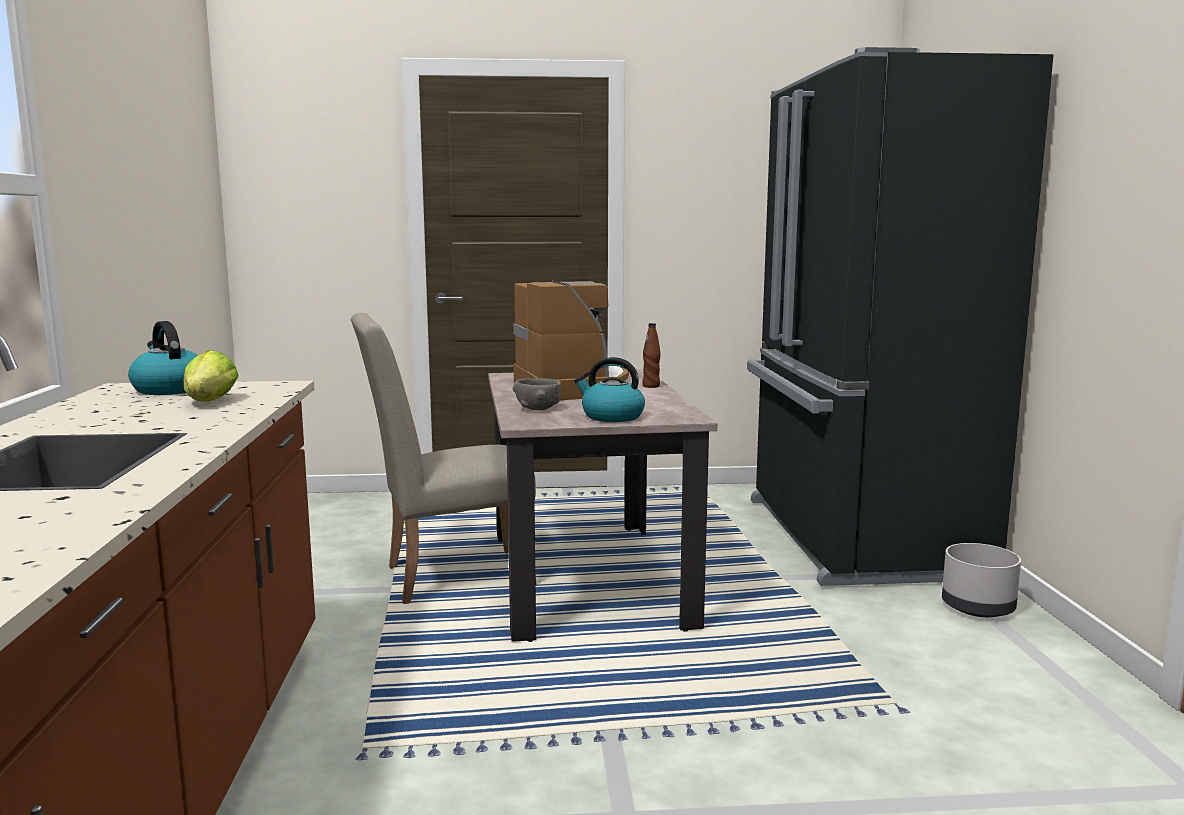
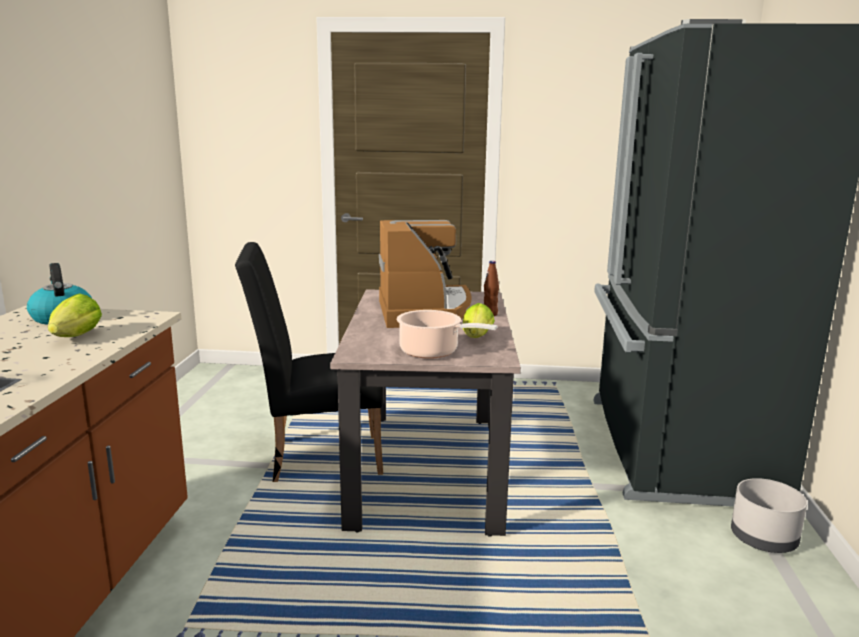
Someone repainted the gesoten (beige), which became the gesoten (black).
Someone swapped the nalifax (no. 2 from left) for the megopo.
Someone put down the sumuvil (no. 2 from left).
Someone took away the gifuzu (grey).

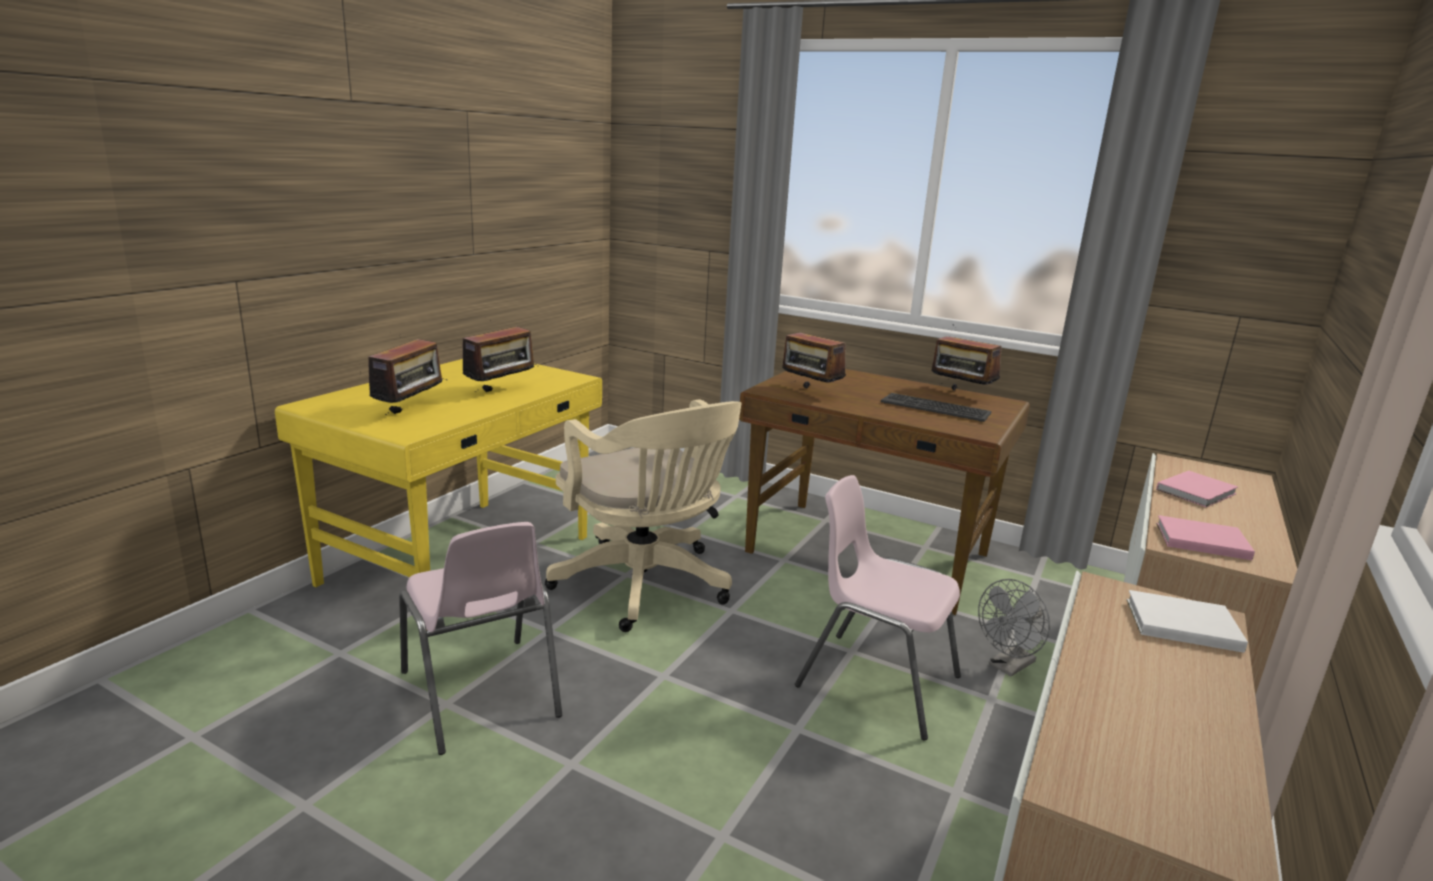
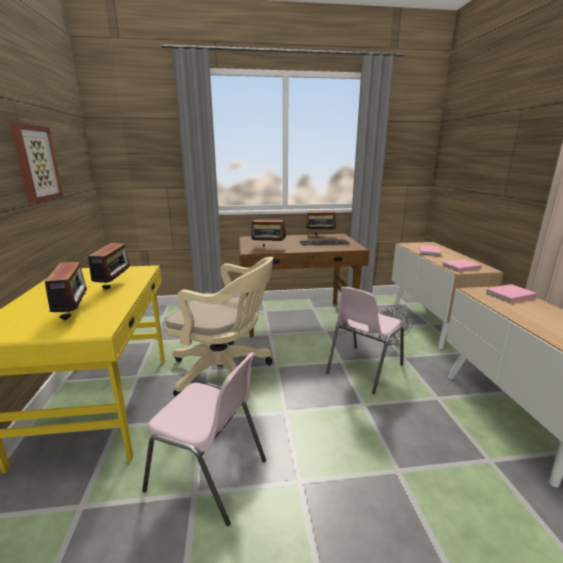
Someone put up the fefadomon.
Someone rotated the gesoten (pink) (no. 2 from left) by 45 degrees counterclockwise.
Someone repainted the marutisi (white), which became the marutisi (pink) (no. 3 from left).

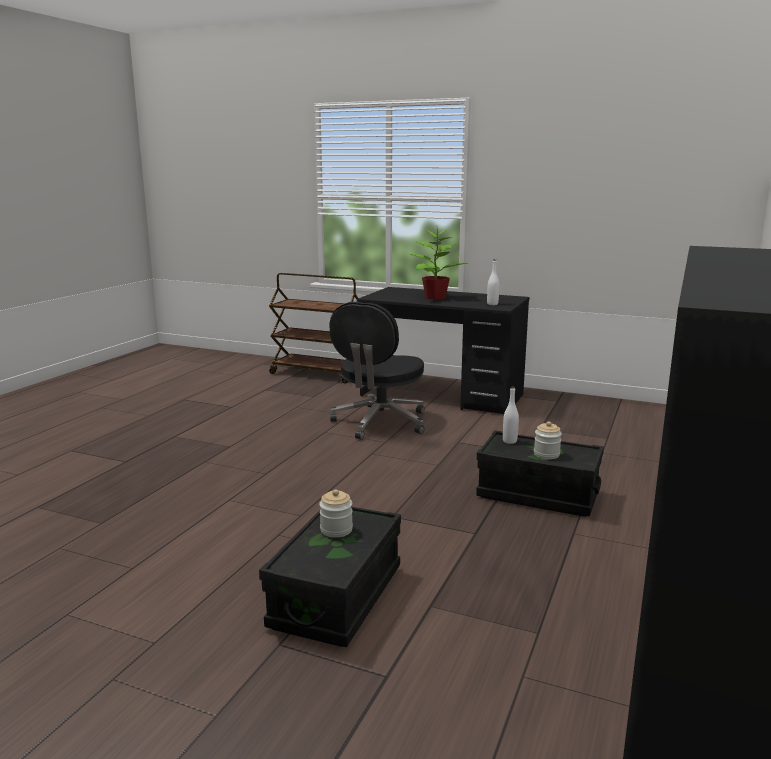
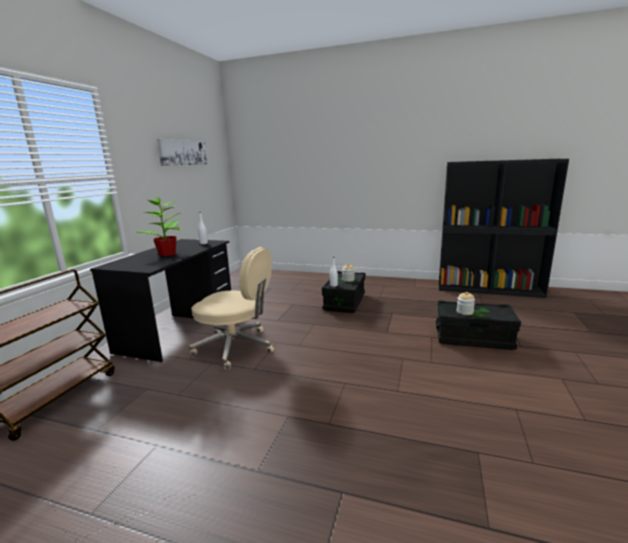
Someone put up the fefadomon.
Someone repainted the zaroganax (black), which became the zaroganax (beige).

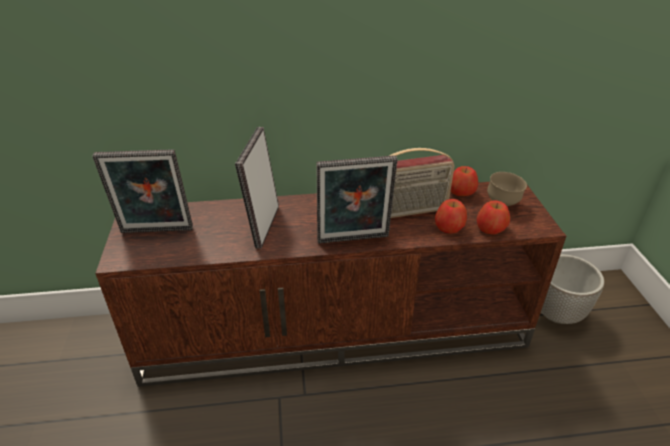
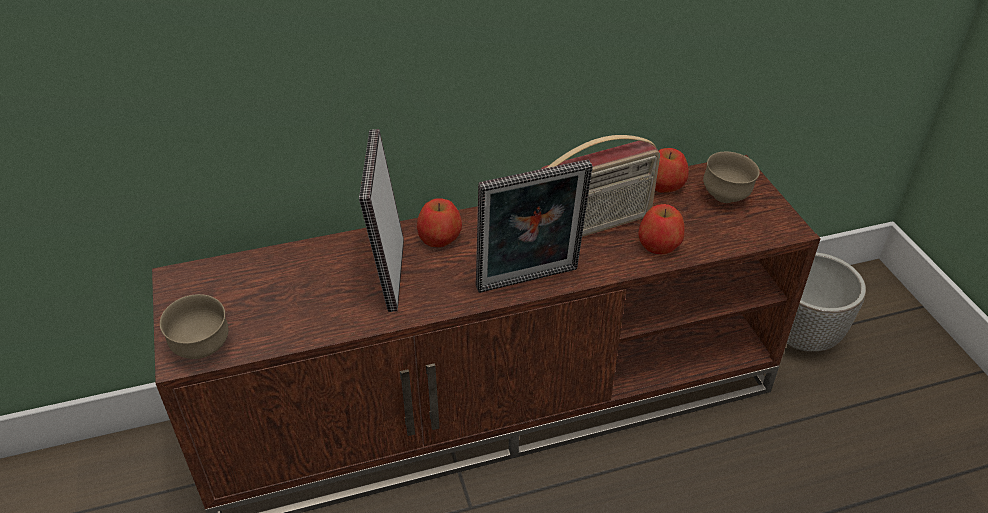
Someone put down the gifuzu (brown) (no. 1 from left).
Someone carried the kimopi (no. 3 from left in the first image).
Someone took away the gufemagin (no. 1 from left).

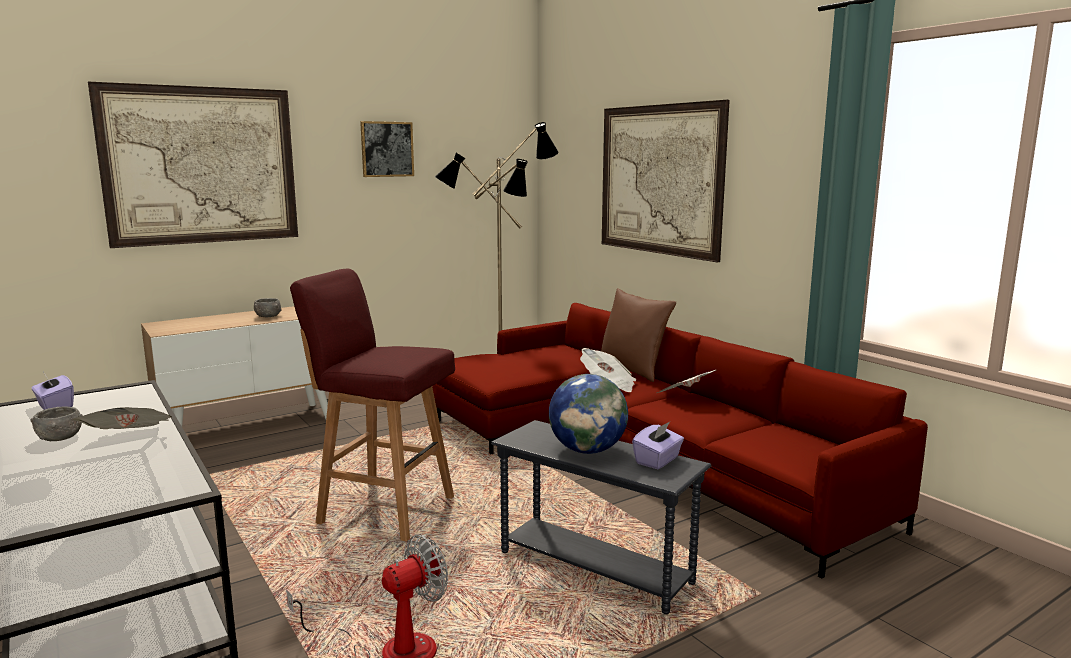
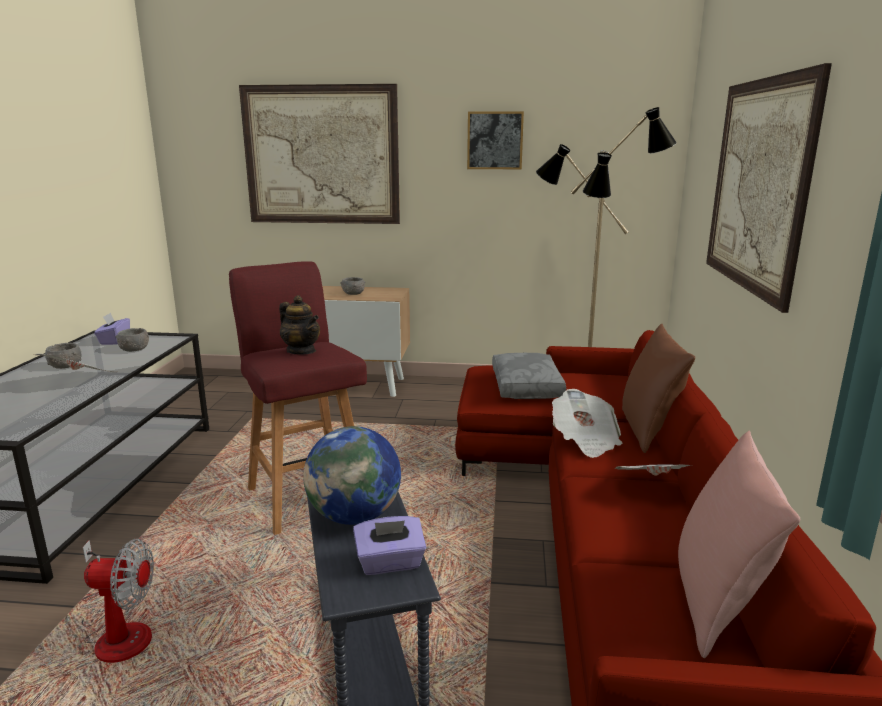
Someone put down the gifuzu (grey) (no. 2 from left).
Someone put down the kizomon.
Someone put down the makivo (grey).
Someone put down the makivo (pink).

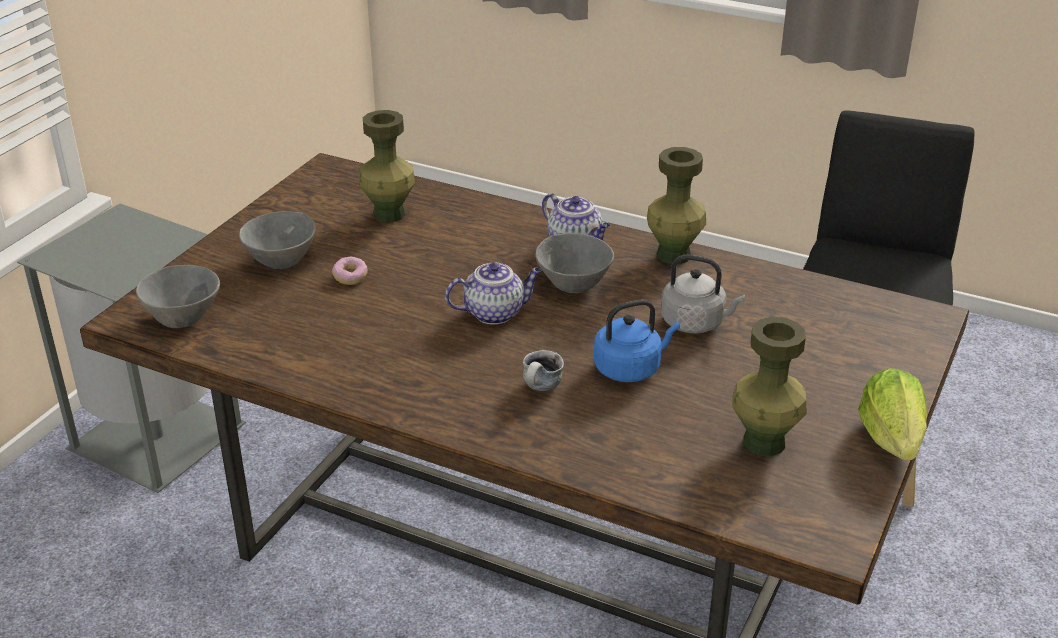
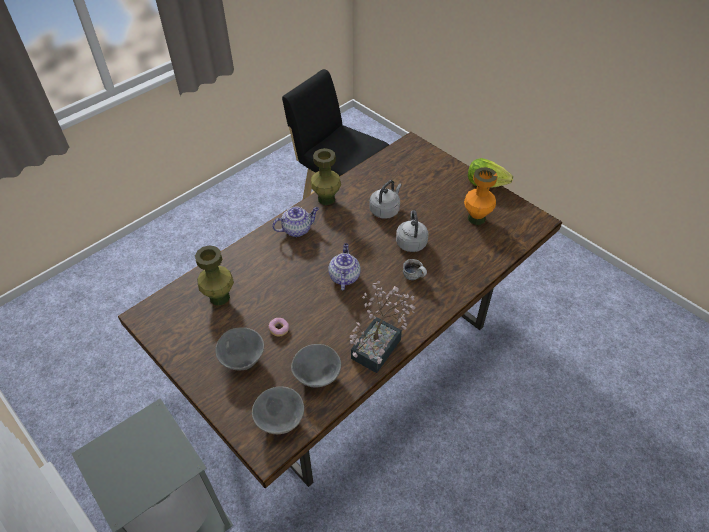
Someone carried the gifuzu (grey) (no. 3 from left).
Someone put down the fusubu.
Someone repainted the nalifax (blue), which became the nalifax (grey) (no. 2 from left).
Someone repainted the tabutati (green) (no. 3 from left), which became the tabutati (orange).

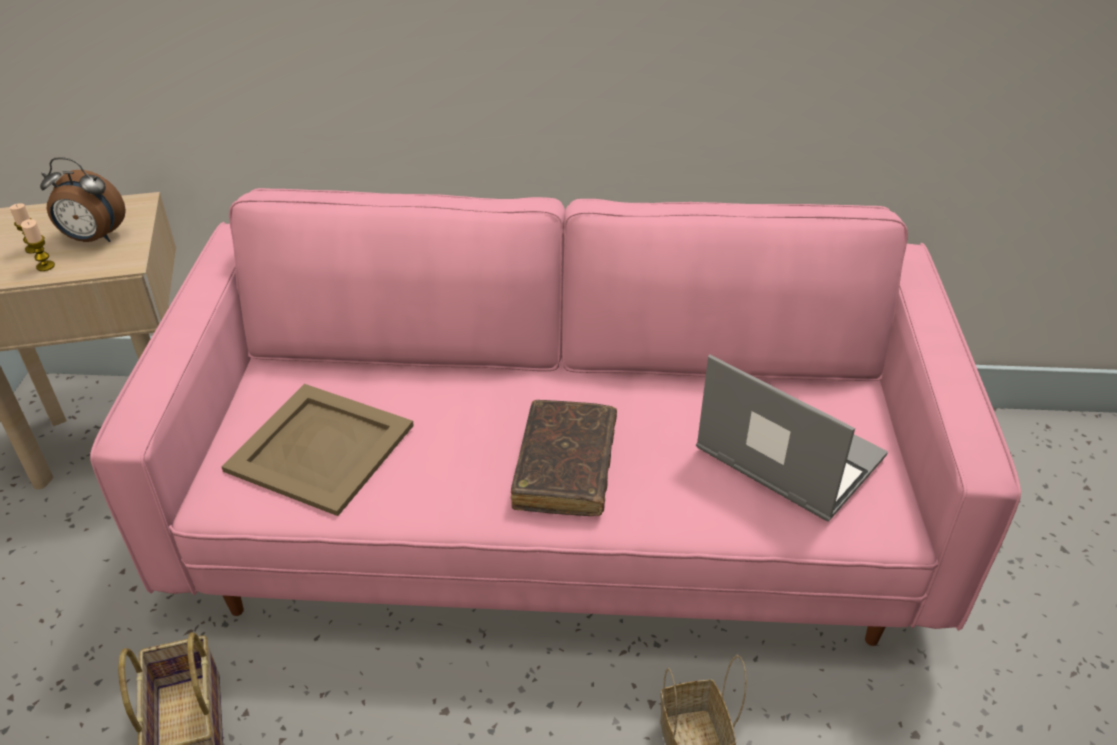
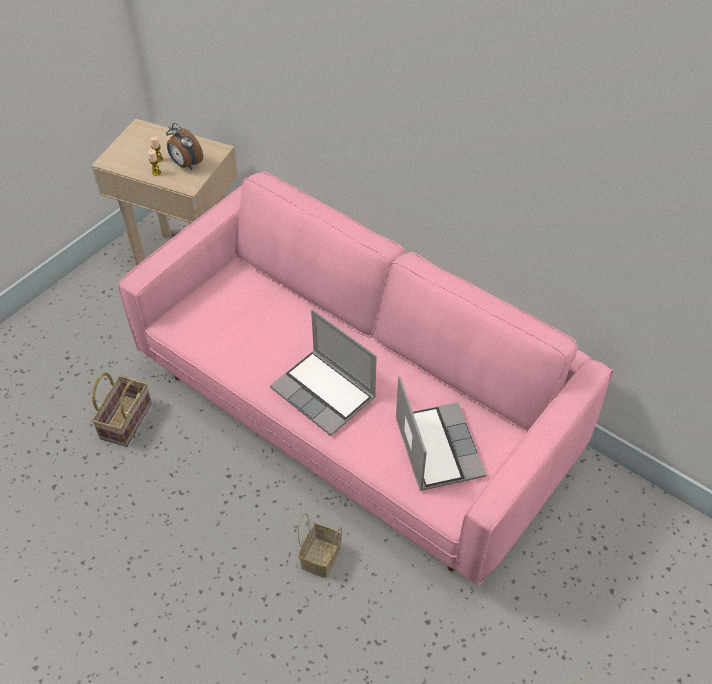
Someone swapped the marutisi (brown) for the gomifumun (no. 1 from left).
Someone took away the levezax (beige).

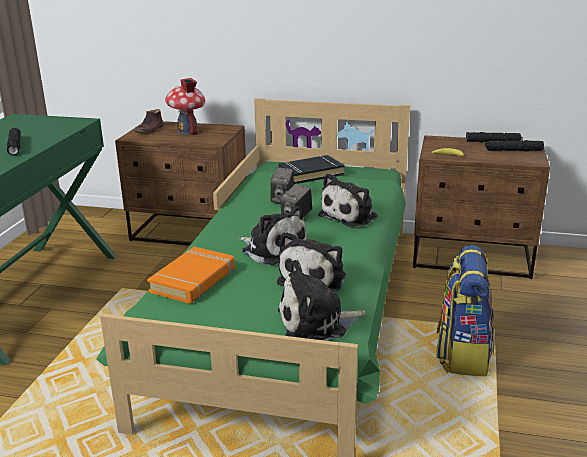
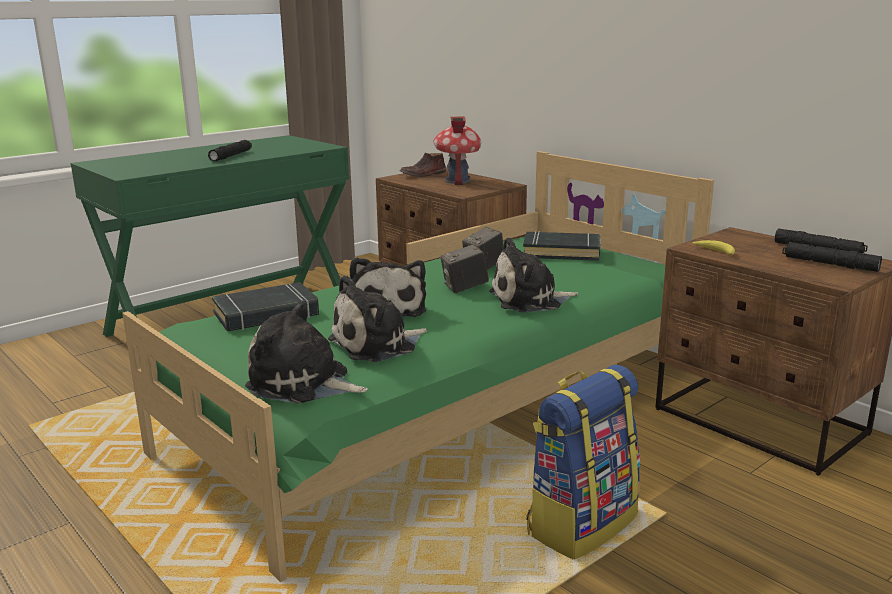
Someone repainted the marutisi (orange), which became the marutisi (black) (no. 1 from left).

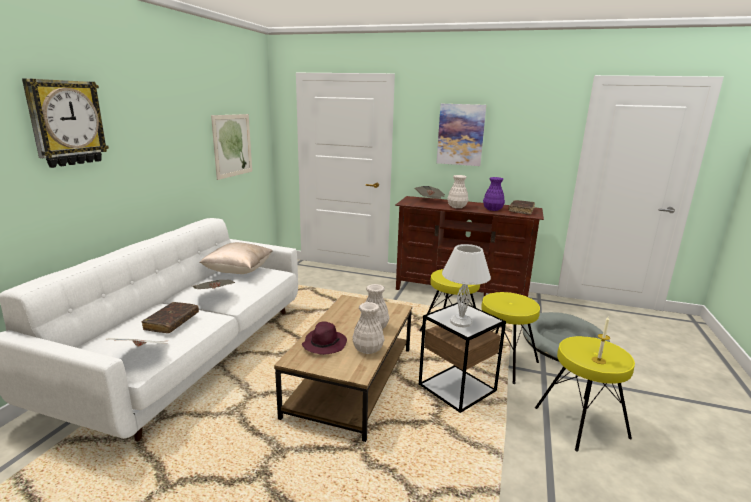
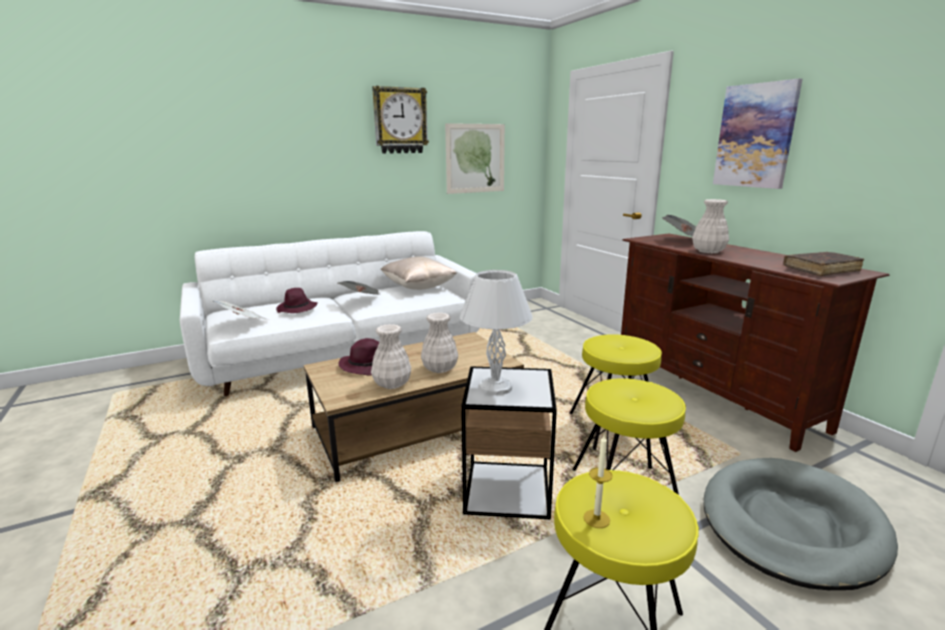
Someone swapped the marutisi (brown) (no. 1 from left) for the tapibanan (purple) (no. 1 from left).
Someone carried the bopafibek.
Someone took away the tabutati (purple).

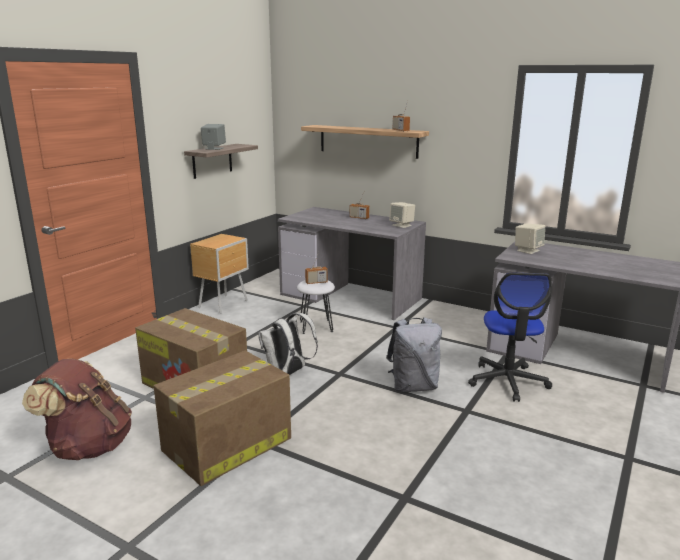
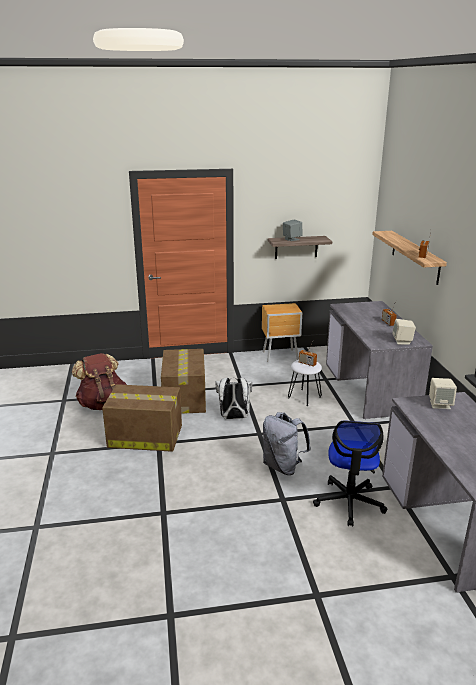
Someone rotated the zaroganax by 45 degrees counterclockwise.

